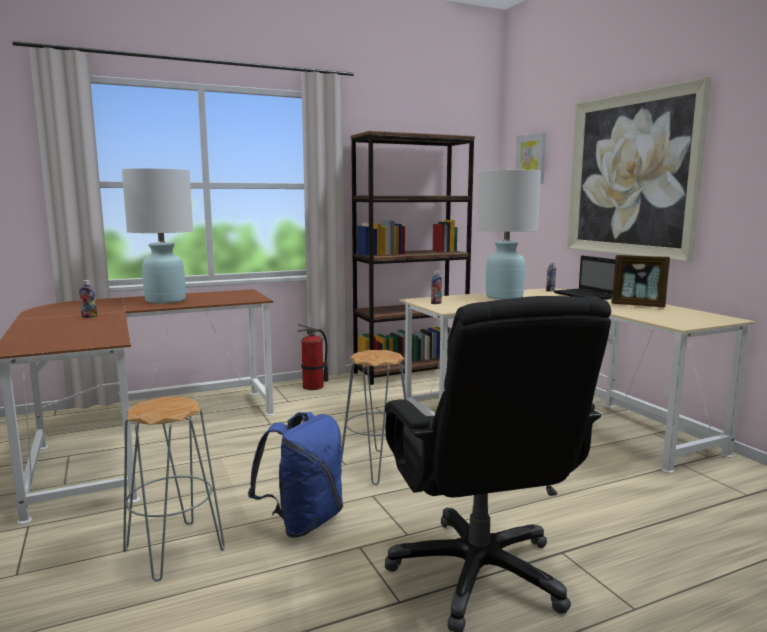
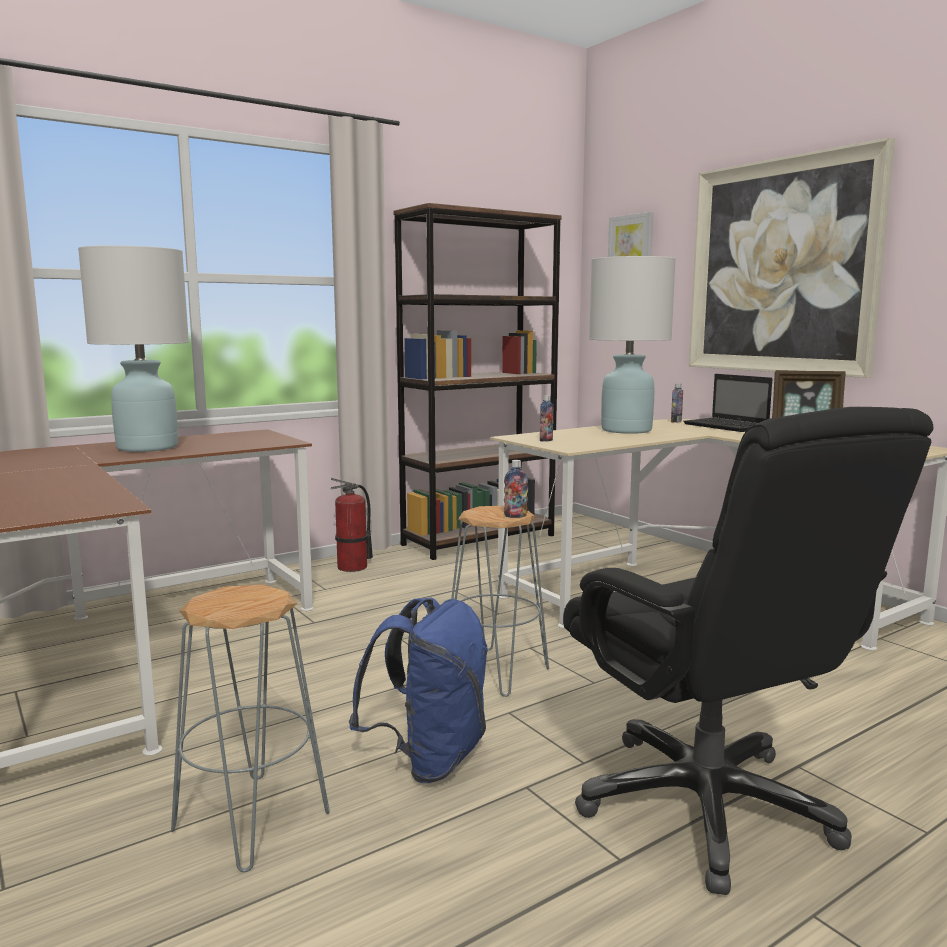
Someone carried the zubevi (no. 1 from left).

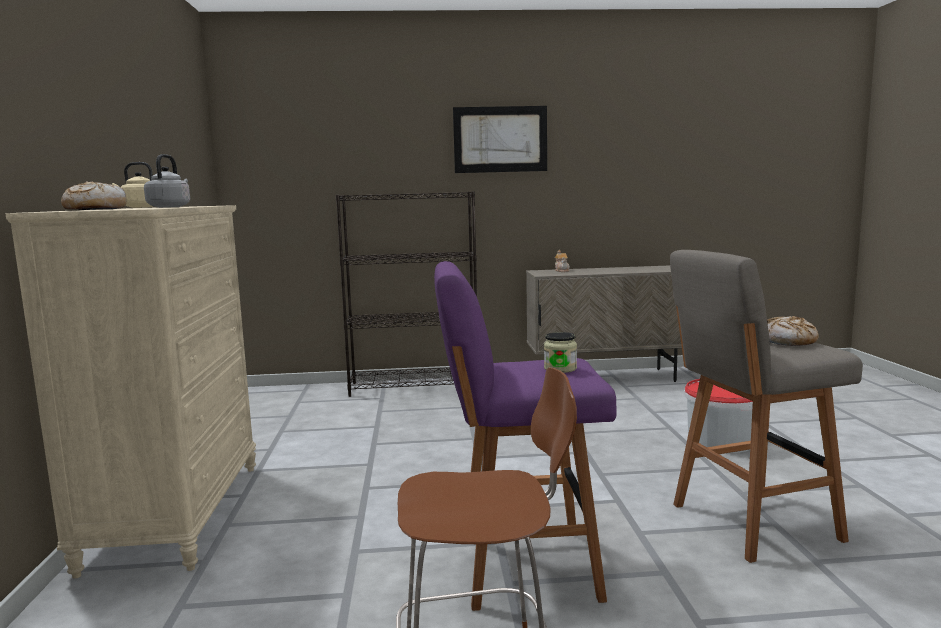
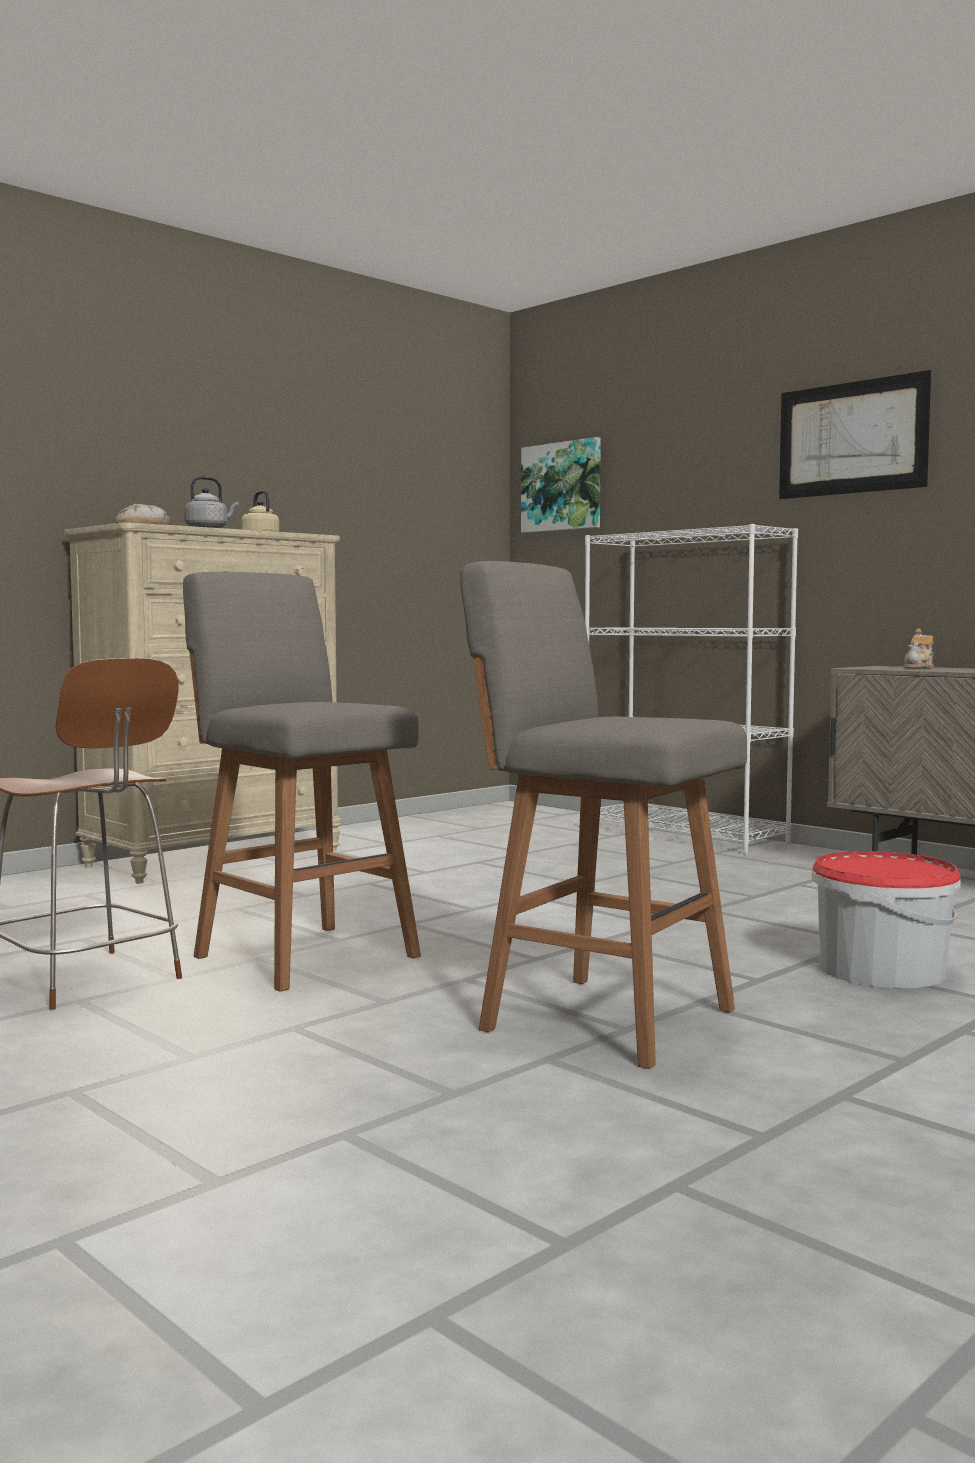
Someone repainted the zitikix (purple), which became the zitikix (grey) (no. 1 from left).
Someone put up the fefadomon (no. 1 from left).
Someone repainted the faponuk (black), which became the faponuk (white).
Someone took away the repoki.
Someone took away the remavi (no. 2 from left).

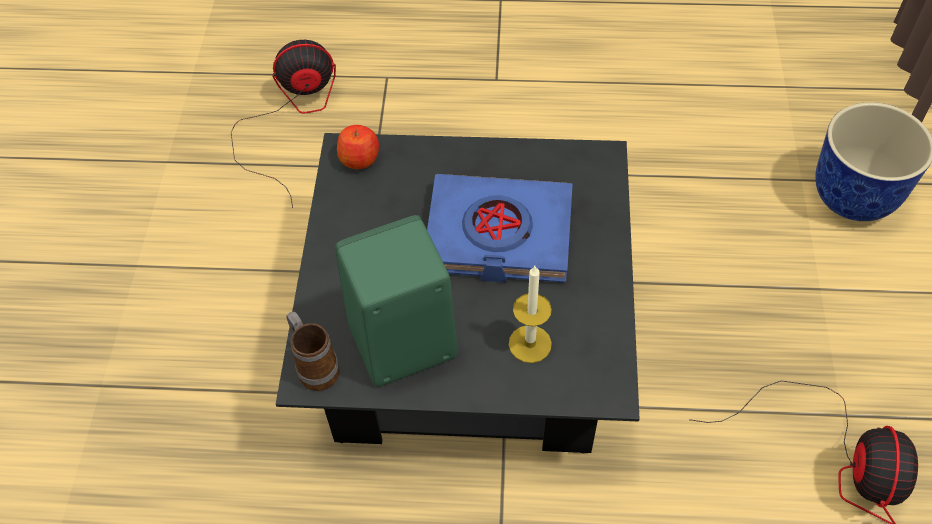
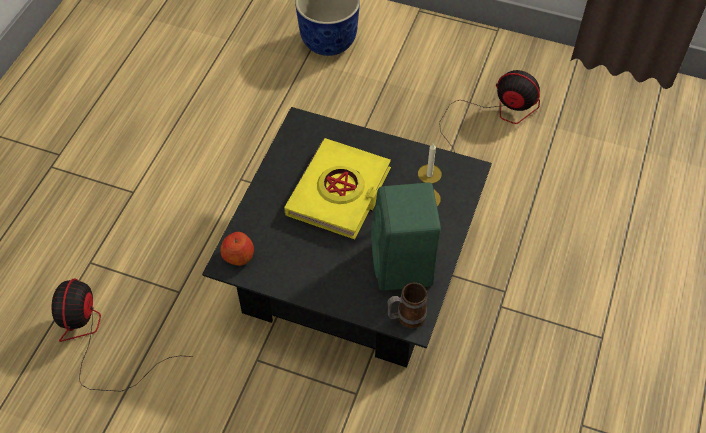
Someone repainted the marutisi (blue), which became the marutisi (yellow).

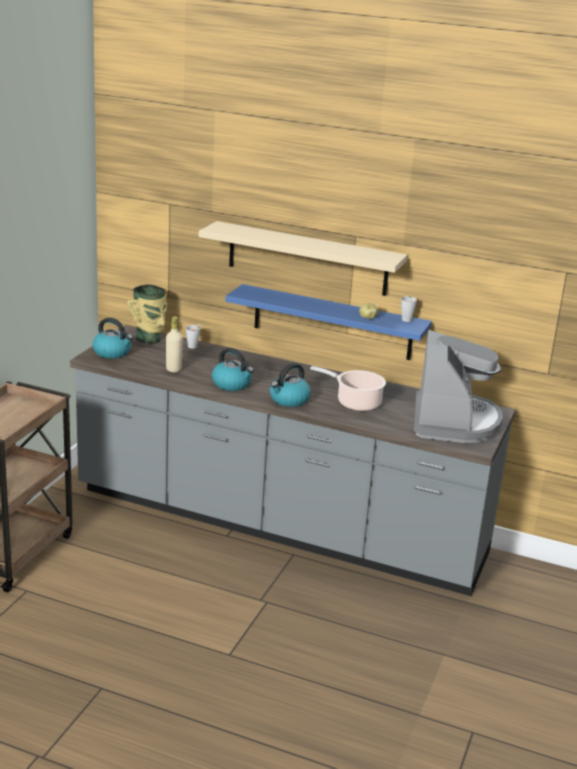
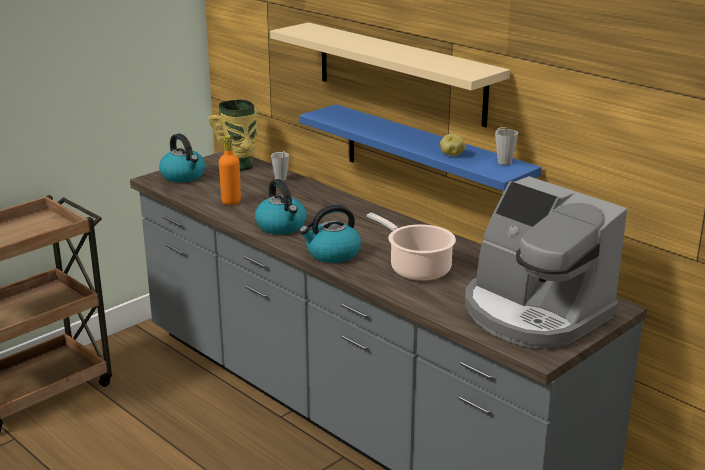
Someone repainted the zubevi (beige), which became the zubevi (orange).
Someone rotated the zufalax by 105 degrees clockwise.

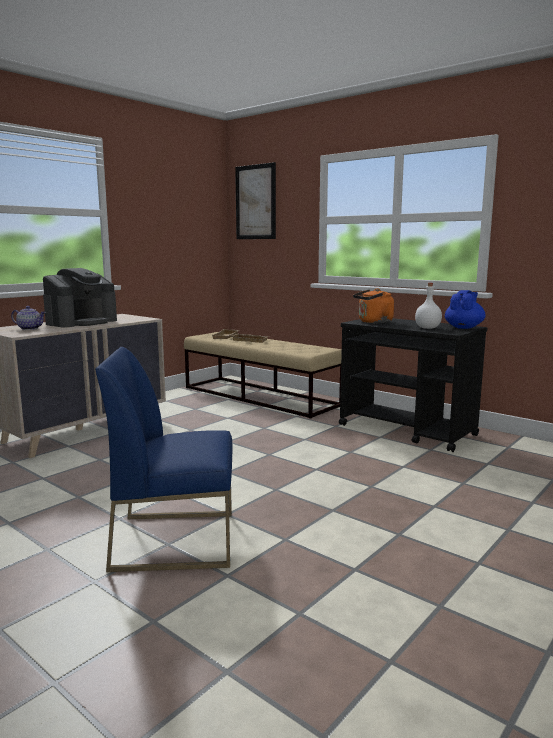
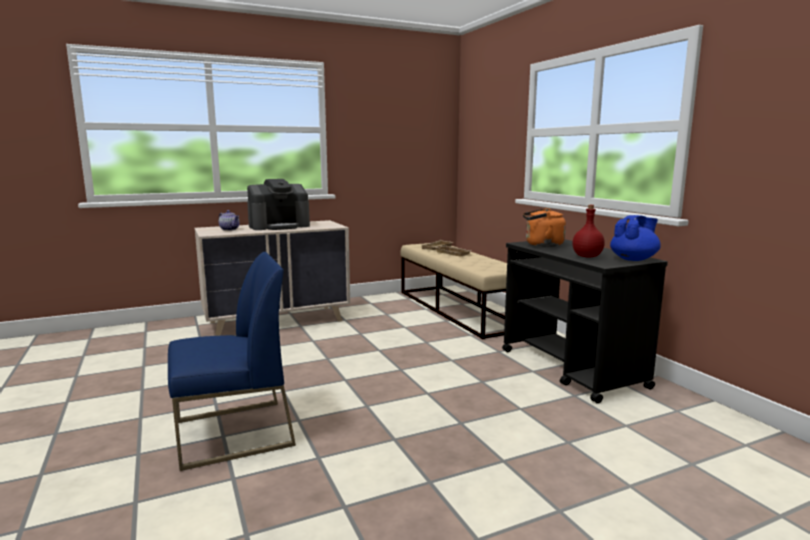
Someone rotated the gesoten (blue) by 135 degrees clockwise.
Someone repainted the zubevi (white), which became the zubevi (red).
Someone took away the fefadomon.

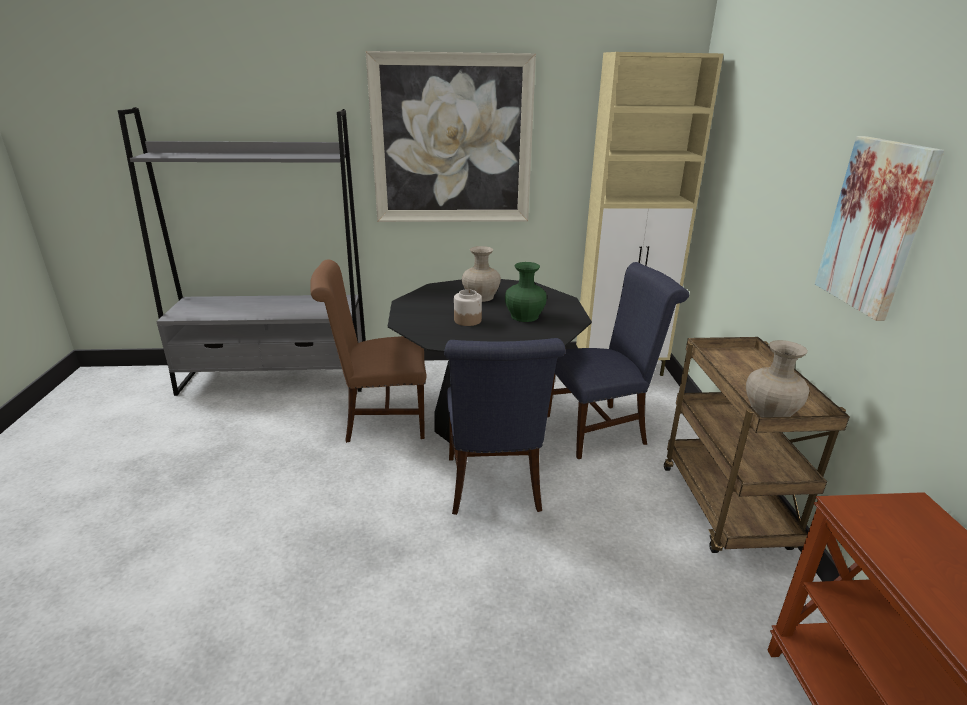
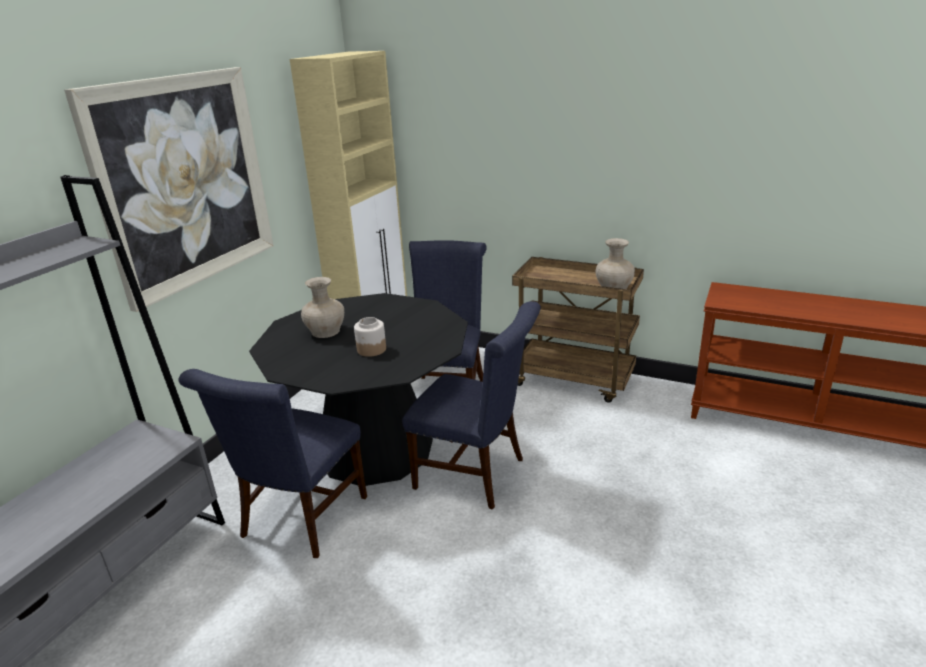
Someone repainted the gesoten (brown), which became the gesoten (blue) (no. 1 from left).
Someone took away the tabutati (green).
Someone took away the fefadomon (no. 2 from left).

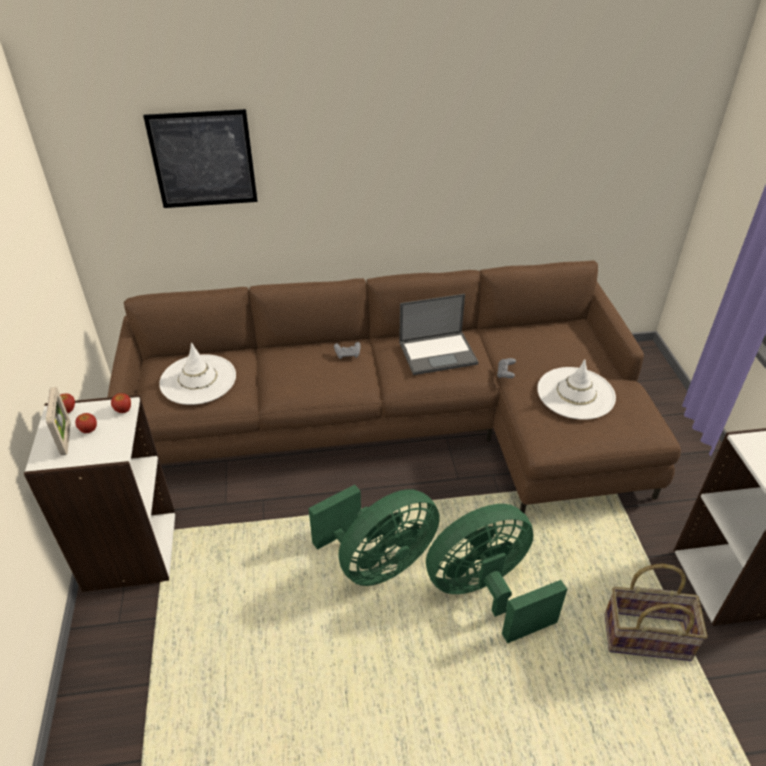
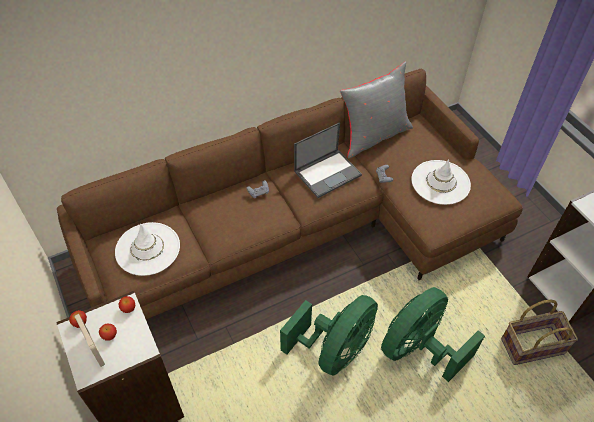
Someone put down the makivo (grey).
Someone took away the fefadomon.

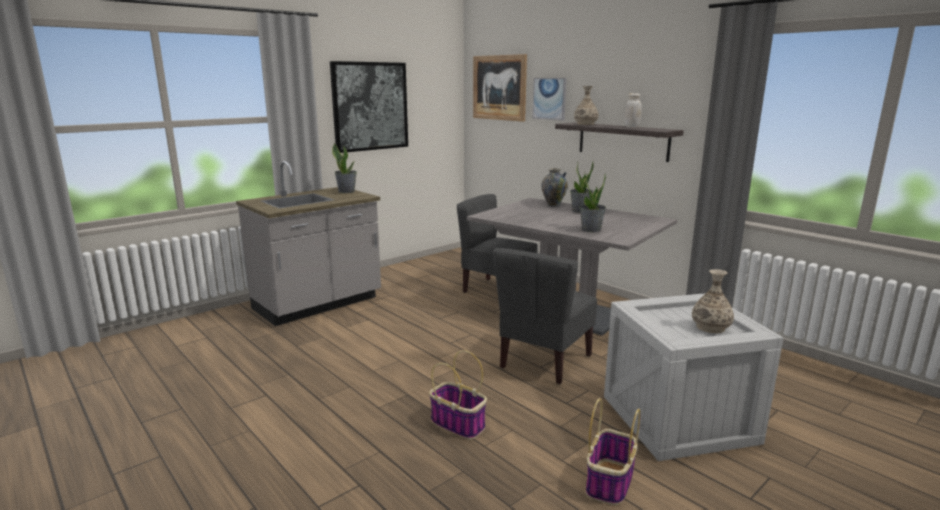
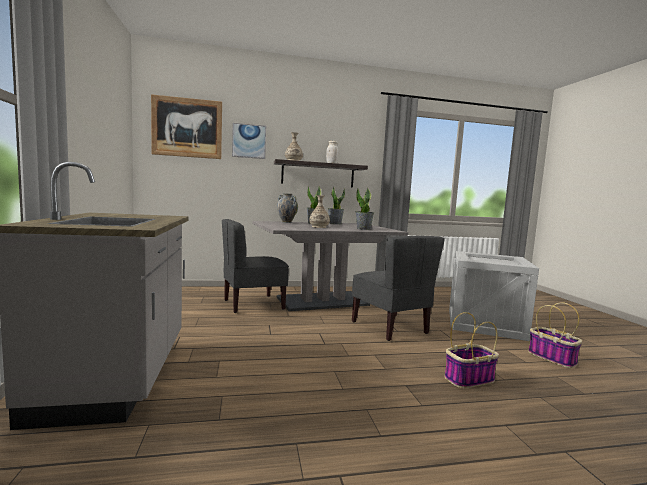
Someone carried the tabutati (no. 3 from left).
Someone carried the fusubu (no. 1 from left in the first image).
Someone took away the fefadomon (no. 1 from left).

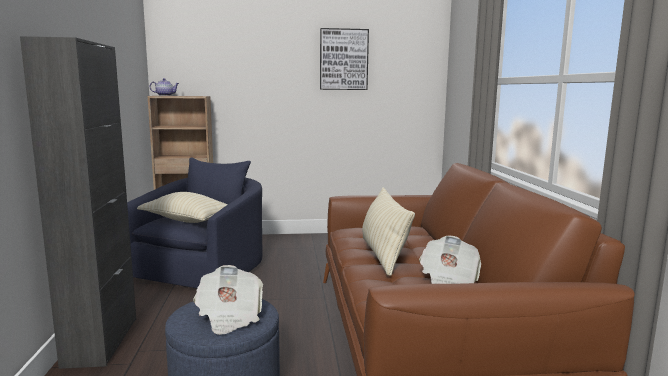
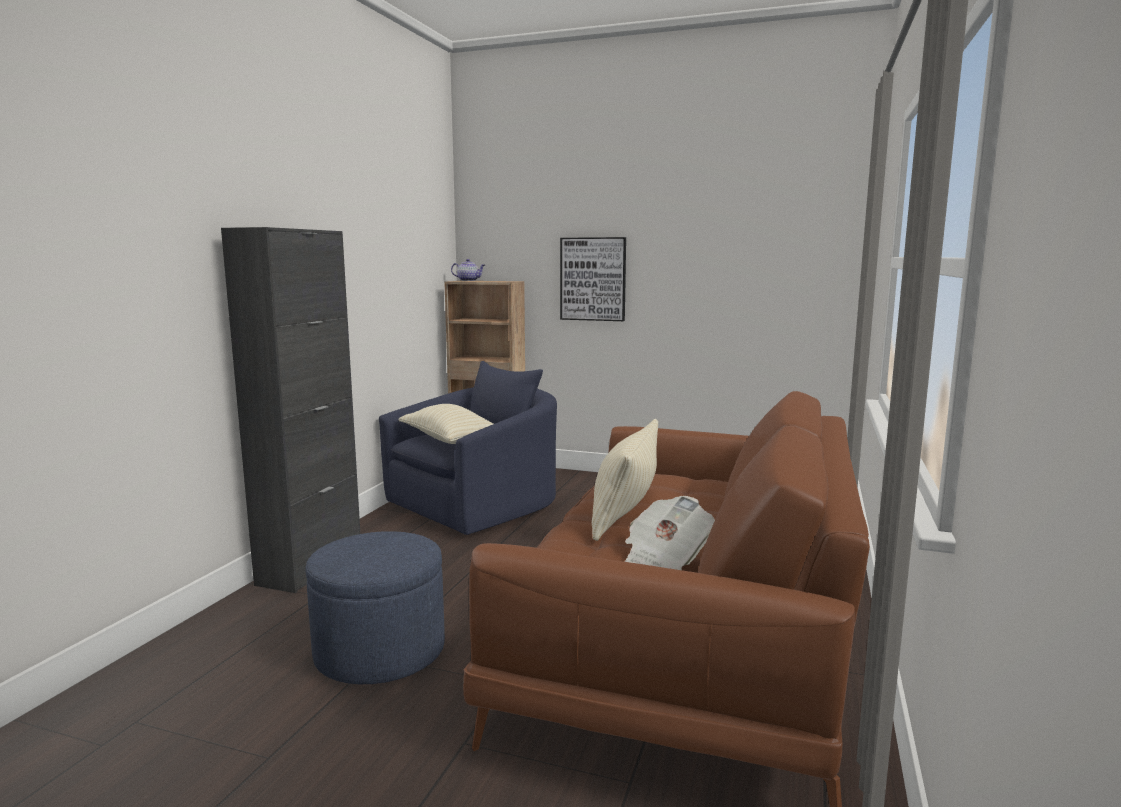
Someone carried the fefadomon.
Someone took away the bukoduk (no. 1 from left).

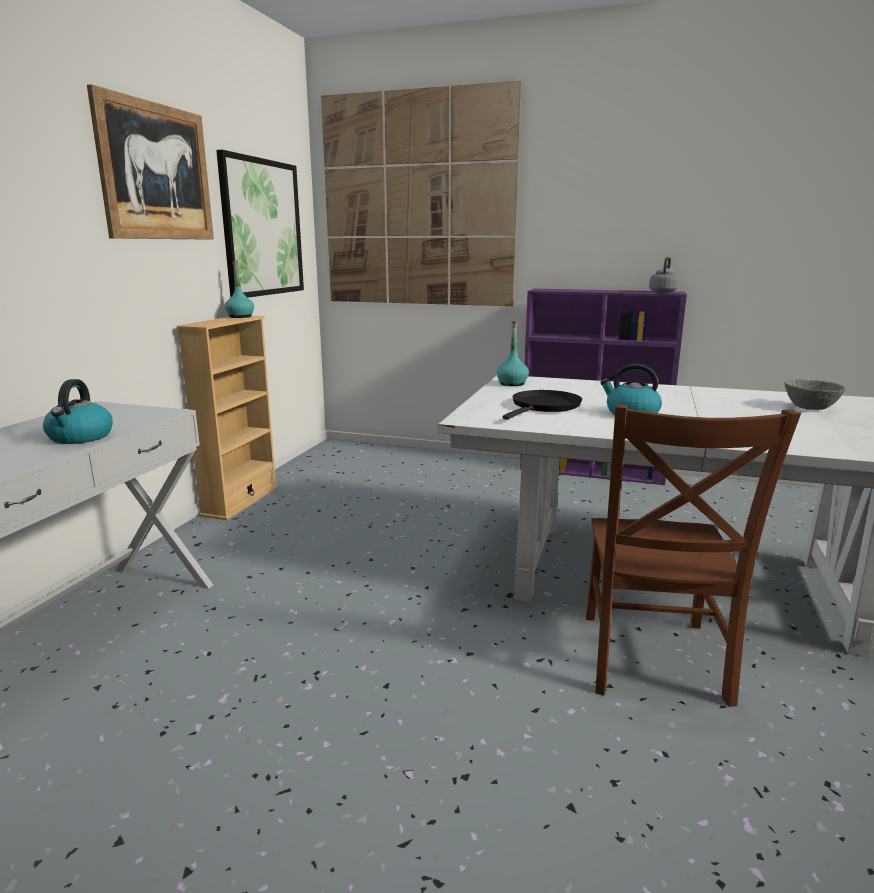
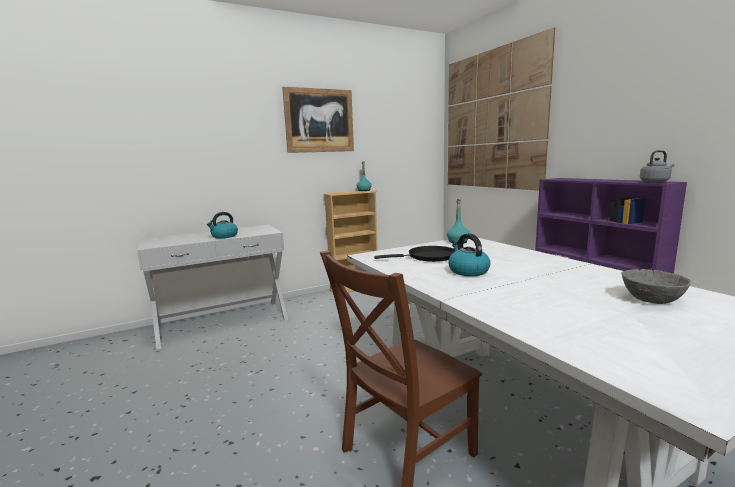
Someone took away the fefadomon (no. 2 from left).

